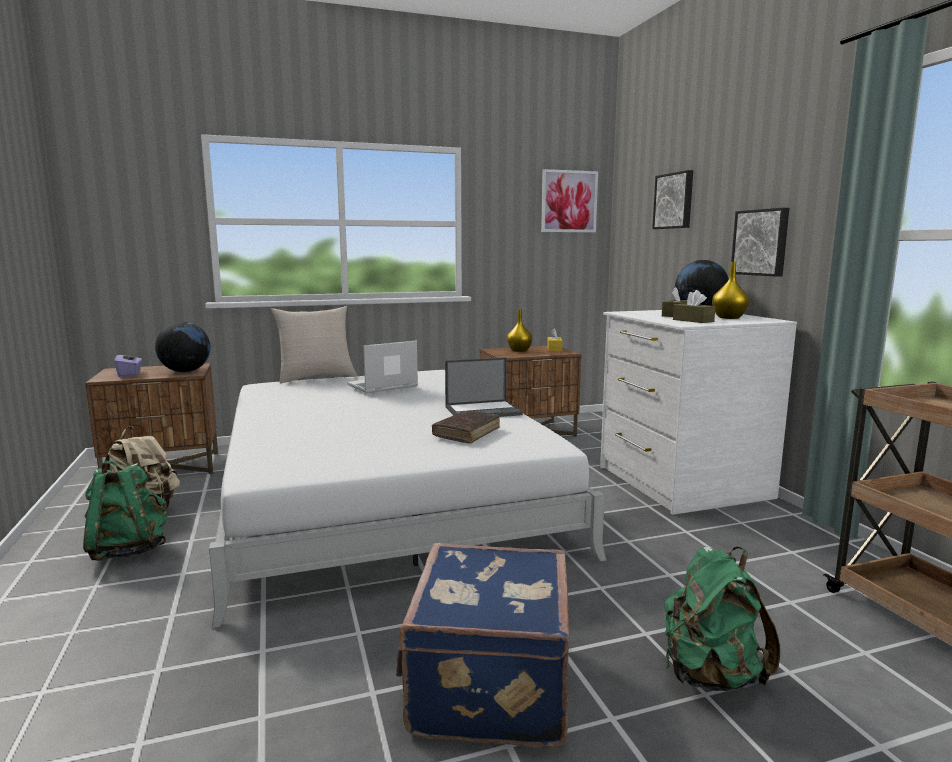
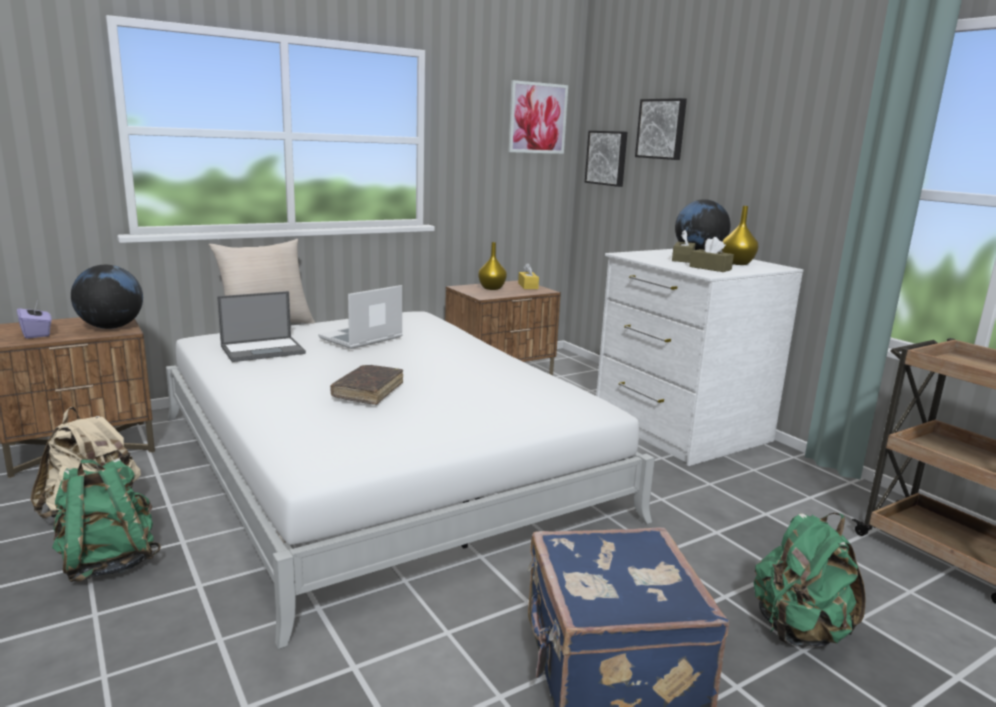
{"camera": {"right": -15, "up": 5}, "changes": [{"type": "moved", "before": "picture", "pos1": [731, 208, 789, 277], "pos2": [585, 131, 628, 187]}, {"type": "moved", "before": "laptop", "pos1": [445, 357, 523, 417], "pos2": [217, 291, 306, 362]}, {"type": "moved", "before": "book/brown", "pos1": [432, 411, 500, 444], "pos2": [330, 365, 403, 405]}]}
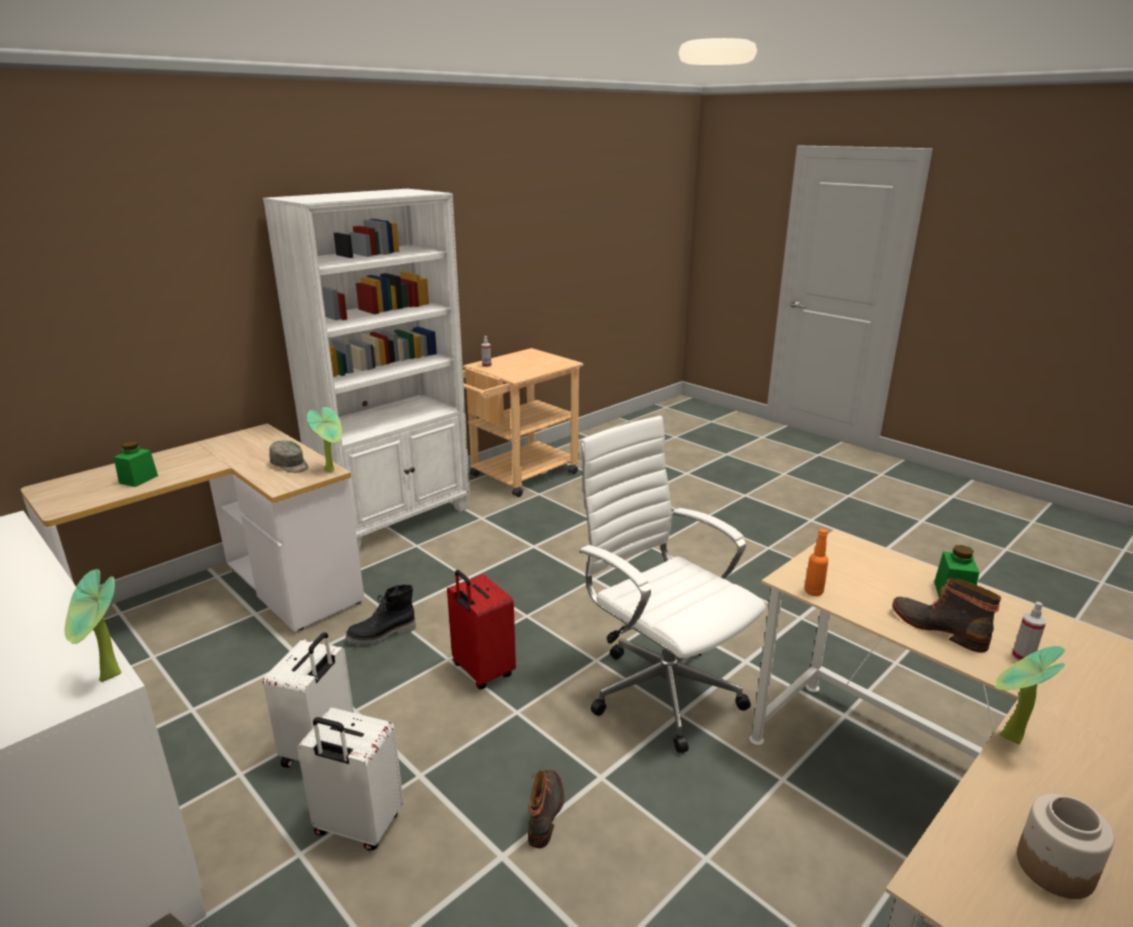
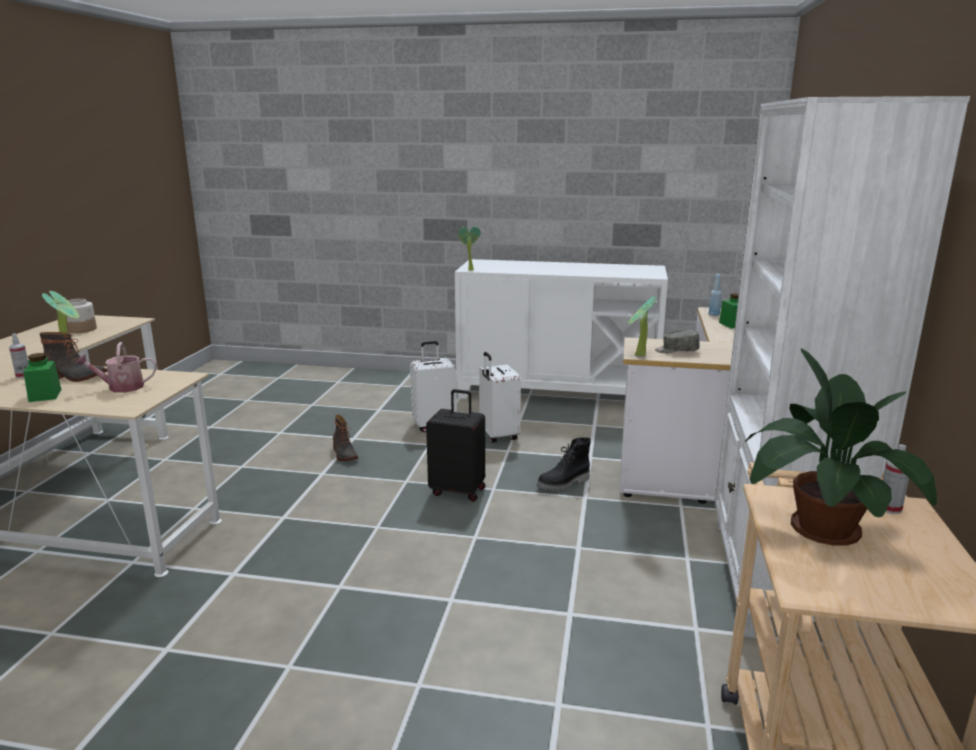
{"camera": {"right": 145, "up": -5}, "changes": [{"type": "removed", "before": "office chair/white", "pos1": [579, 416, 766, 753]}, {"type": "removed", "before": "bottle/orange", "pos1": [804, 528, 828, 596]}, {"type": "recoloured", "before": "suitcase/red", "after": "suitcase/black", "pos1": [447, 570, 516, 689], "pos2": [426, 389, 485, 502]}, {"type": "turned", "before": "boot/black", "pos1": [345, 585, 416, 646], "pos2": [537, 437, 591, 491], "turn": -150}, {"type": "added", "after": "bottle/blue", "pos2": [709, 274, 722, 316]}, {"type": "added", "after": "watering can", "pos2": [75, 342, 157, 393]}, {"type": "added", "after": "potted plant", "pos2": [744, 348, 937, 546]}]}
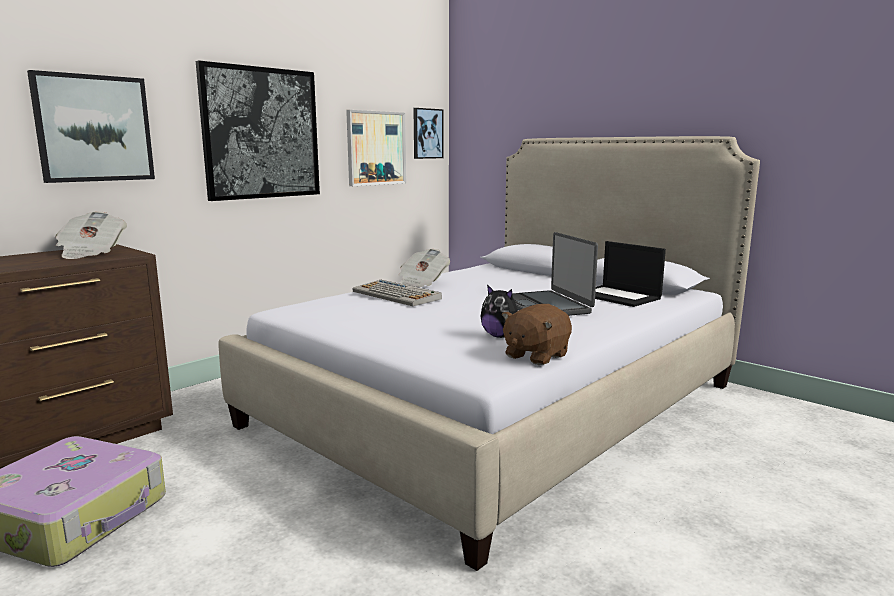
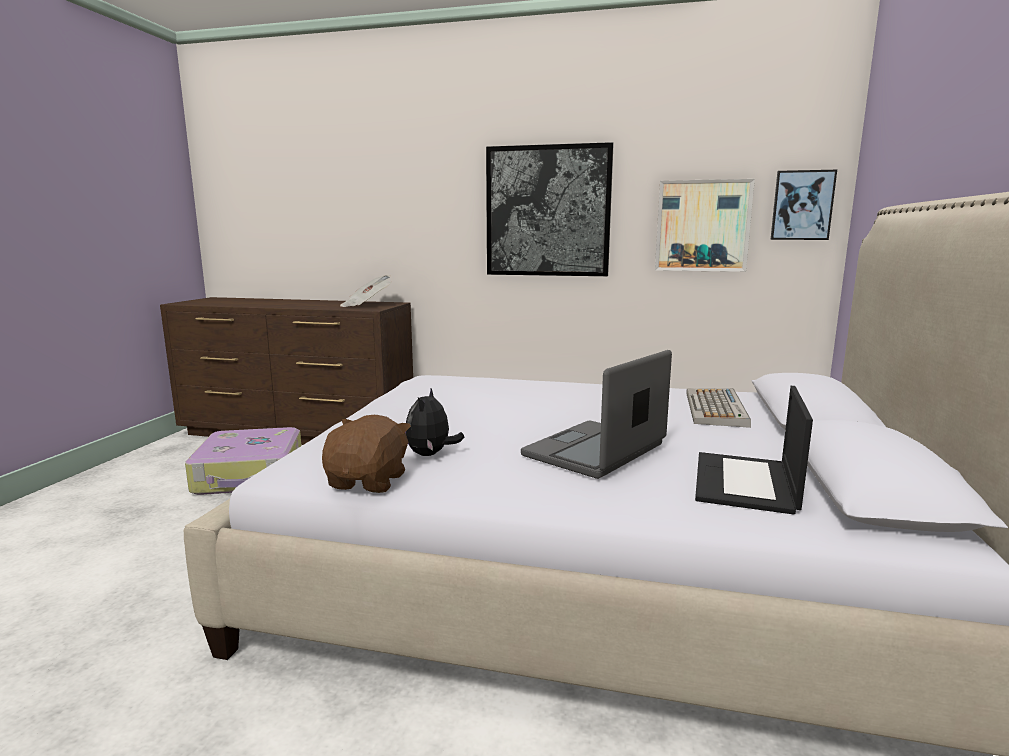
{"camera": {"right": 60, "up": 0}, "changes": [{"type": "removed", "before": "picture", "pos1": [27, 70, 155, 183]}, {"type": "removed", "before": "newspaper", "pos1": [398, 249, 450, 287]}, {"type": "moved", "before": "keyboard", "pos1": [353, 280, 442, 306], "pos2": [686, 388, 751, 428]}, {"type": "turned", "before": "plush toy/brown", "pos1": [502, 304, 572, 365], "pos2": [322, 415, 411, 493], "turn": 90}]}
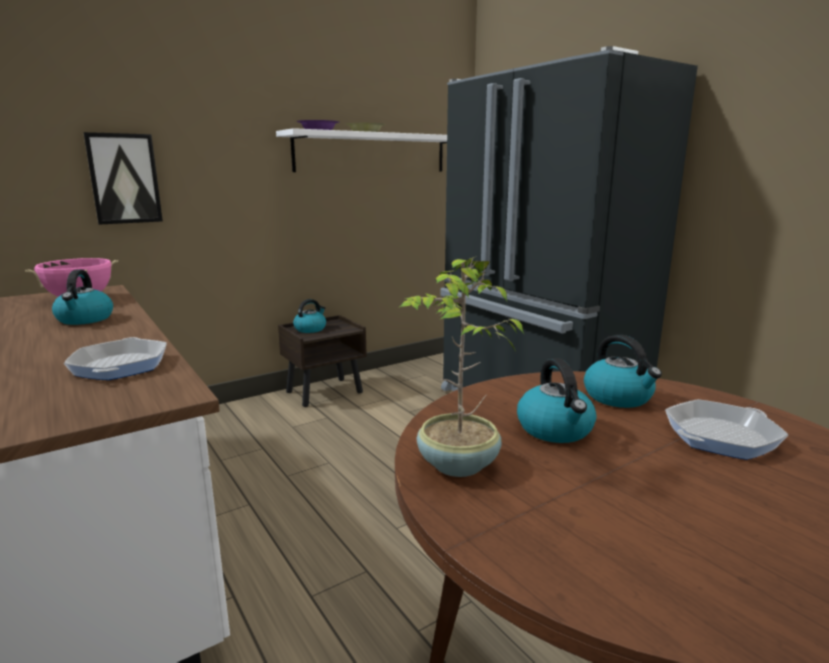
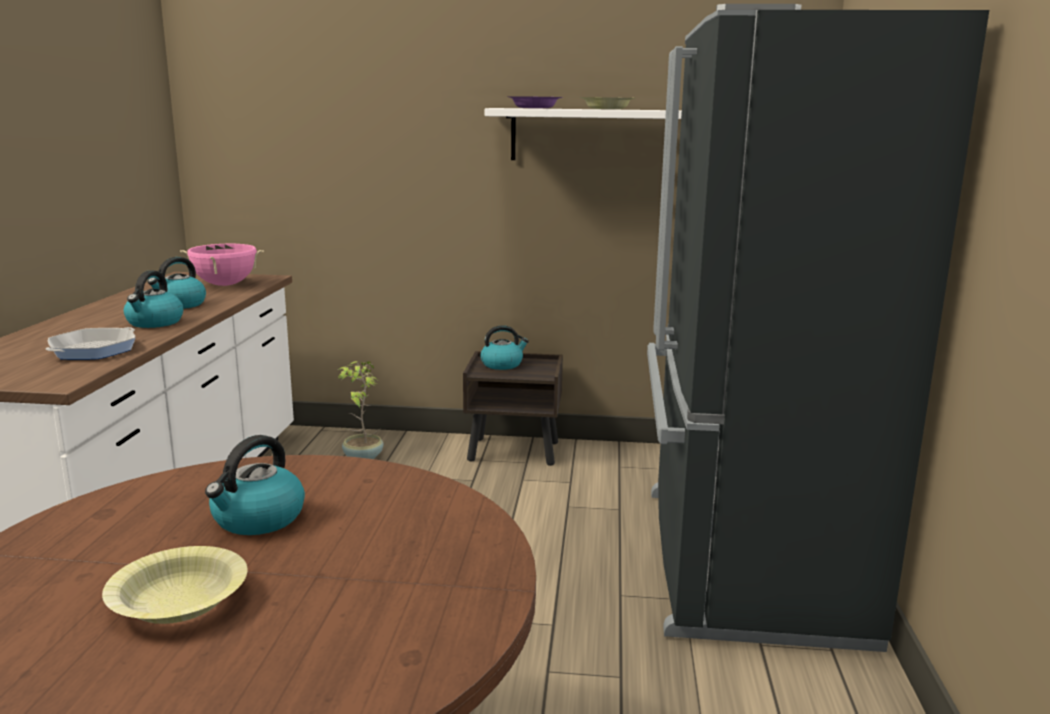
{"camera": {"right": 40, "up": 0}, "changes": [{"type": "removed", "before": "picture", "pos1": [83, 132, 163, 225]}, {"type": "moved", "before": "potted plant", "pos1": [398, 256, 524, 477], "pos2": [338, 361, 384, 459]}, {"type": "moved", "before": "kettle", "pos1": [584, 335, 662, 408], "pos2": [124, 270, 184, 328]}, {"type": "removed", "before": "frying pan", "pos1": [665, 399, 788, 460]}, {"type": "added", "after": "bowl/yellow", "pos2": [102, 546, 248, 624]}]}
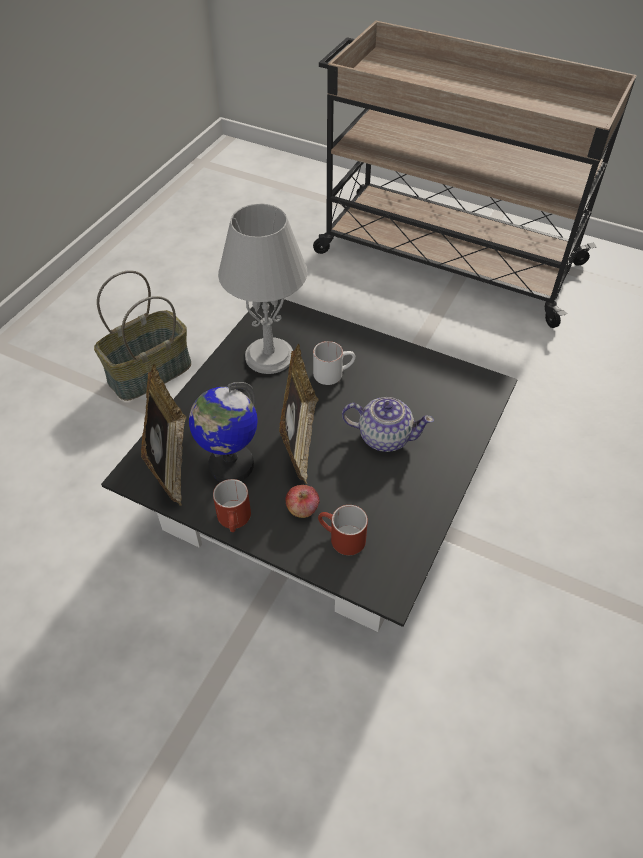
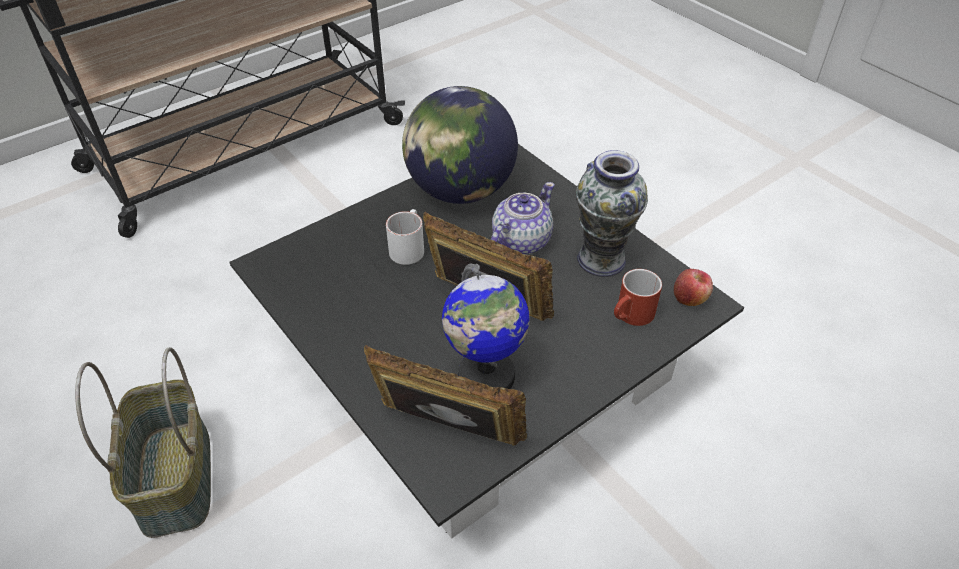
{"camera": {"right": -65, "up": -5}, "changes": [{"type": "removed", "before": "table lamp/grey", "pos1": [218, 204, 307, 374]}, {"type": "removed", "before": "mug/red", "pos1": [213, 479, 251, 532]}, {"type": "moved", "before": "apple", "pos1": [286, 485, 320, 518], "pos2": [674, 269, 713, 306]}, {"type": "added", "after": "globe", "pos2": [402, 86, 518, 204]}, {"type": "added", "after": "vase", "pos2": [576, 150, 648, 277]}]}
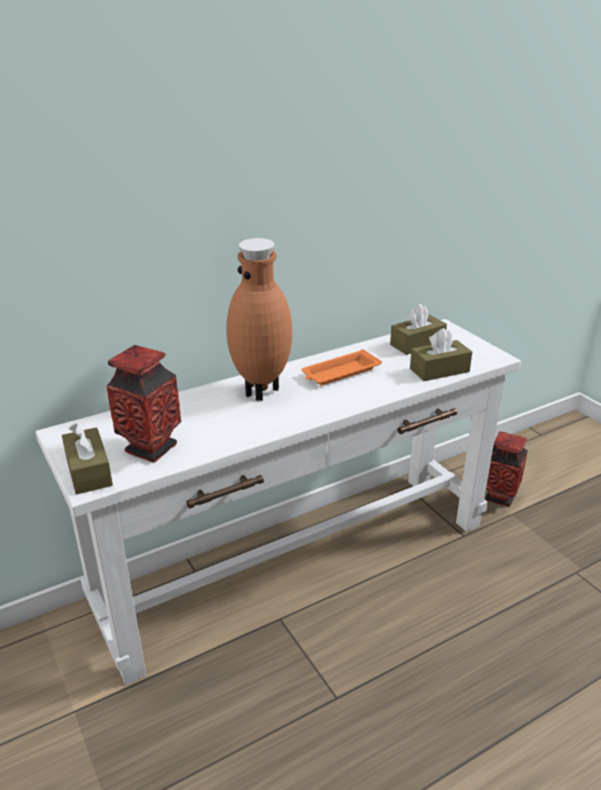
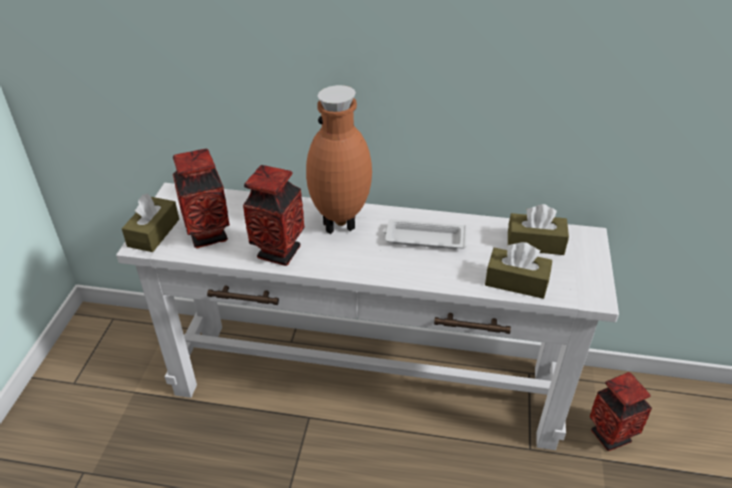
{"camera": {"right": 40, "up": 10}, "changes": [{"type": "recoloured", "before": "tray/orange", "after": "tray/white", "pos1": [301, 349, 382, 385], "pos2": [383, 219, 467, 249]}, {"type": "added", "after": "vase", "pos2": [243, 165, 305, 266]}]}
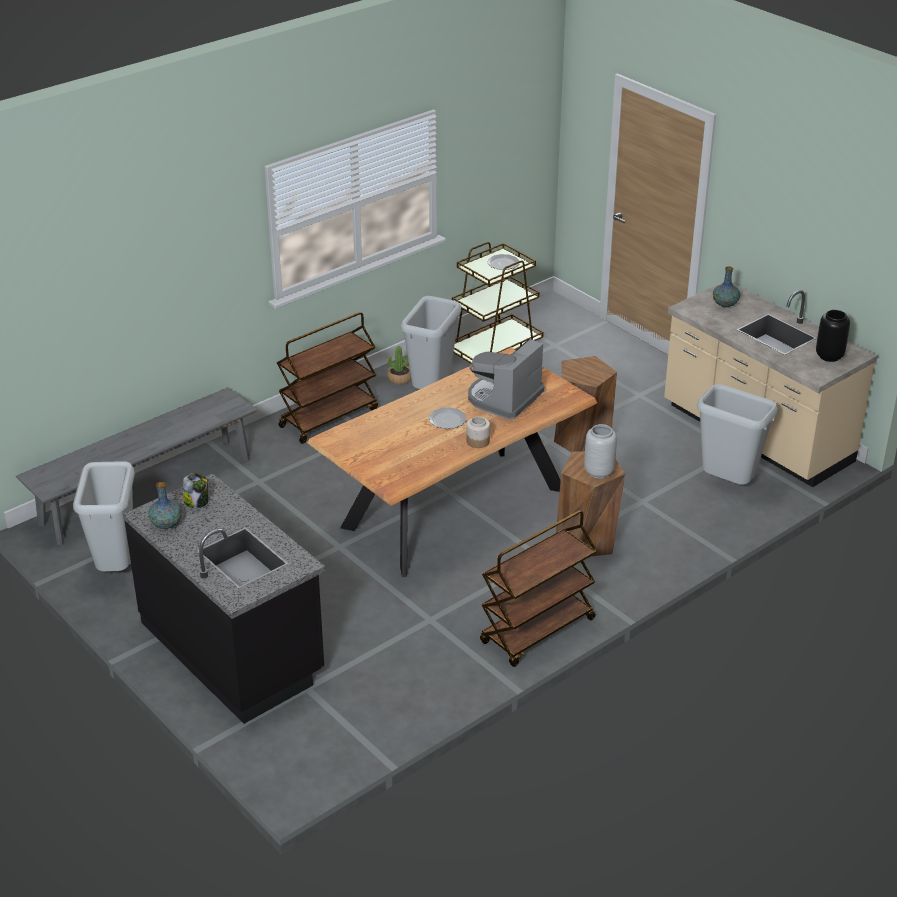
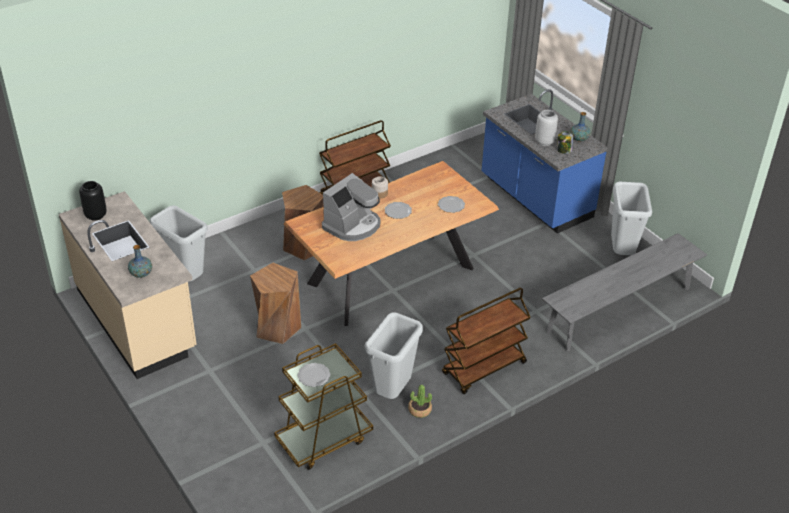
{"camera": {"right": -175, "up": 5}, "changes": [{"type": "moved", "before": "vase/grey", "pos1": [584, 424, 617, 478], "pos2": [535, 110, 558, 146]}, {"type": "recoloured", "before": "counter/black", "after": "counter/blue", "pos1": [123, 474, 325, 724], "pos2": [482, 89, 608, 234]}, {"type": "added", "after": "plate", "pos2": [438, 196, 465, 213]}]}
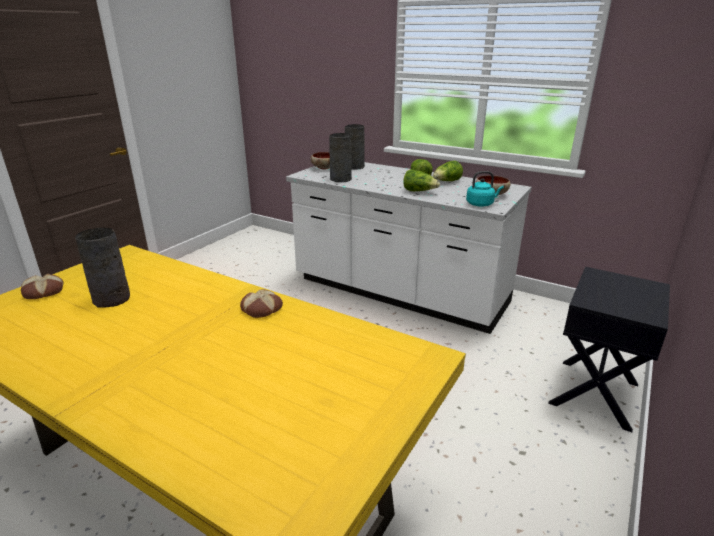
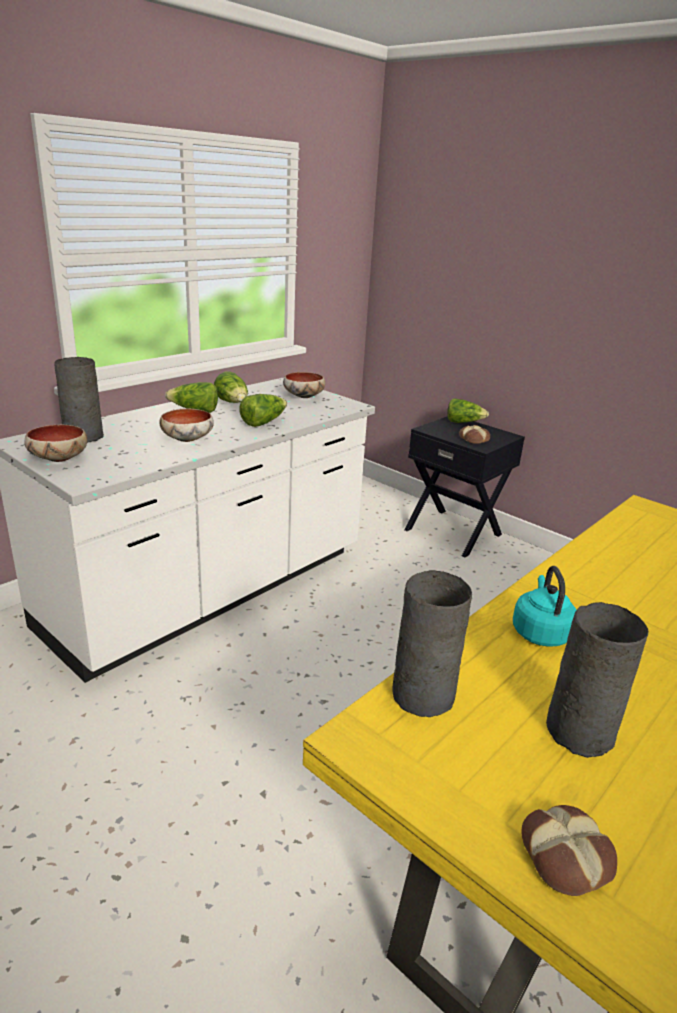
{"camera": {"right": -80, "up": 0}, "changes": [{"type": "moved", "before": "vase/grey", "pos1": [329, 133, 352, 182], "pos2": [393, 570, 472, 717]}, {"type": "moved", "before": "kettle/turquoise", "pos1": [466, 171, 504, 207], "pos2": [513, 566, 577, 647]}, {"type": "moved", "before": "bread", "pos1": [240, 289, 283, 318], "pos2": [459, 425, 490, 444]}, {"type": "added", "after": "lettuce", "pos2": [447, 398, 489, 423]}, {"type": "added", "after": "bowl", "pos2": [159, 408, 214, 442]}]}
